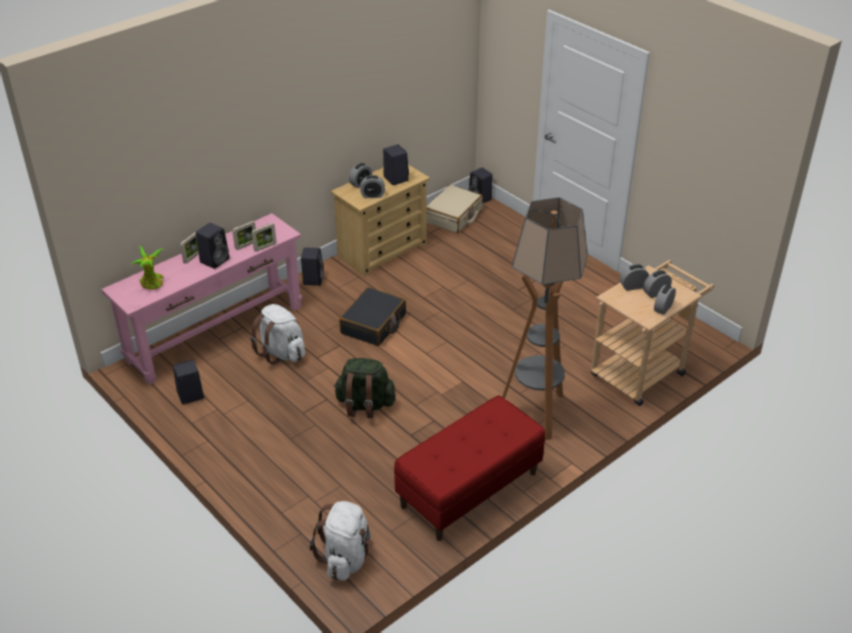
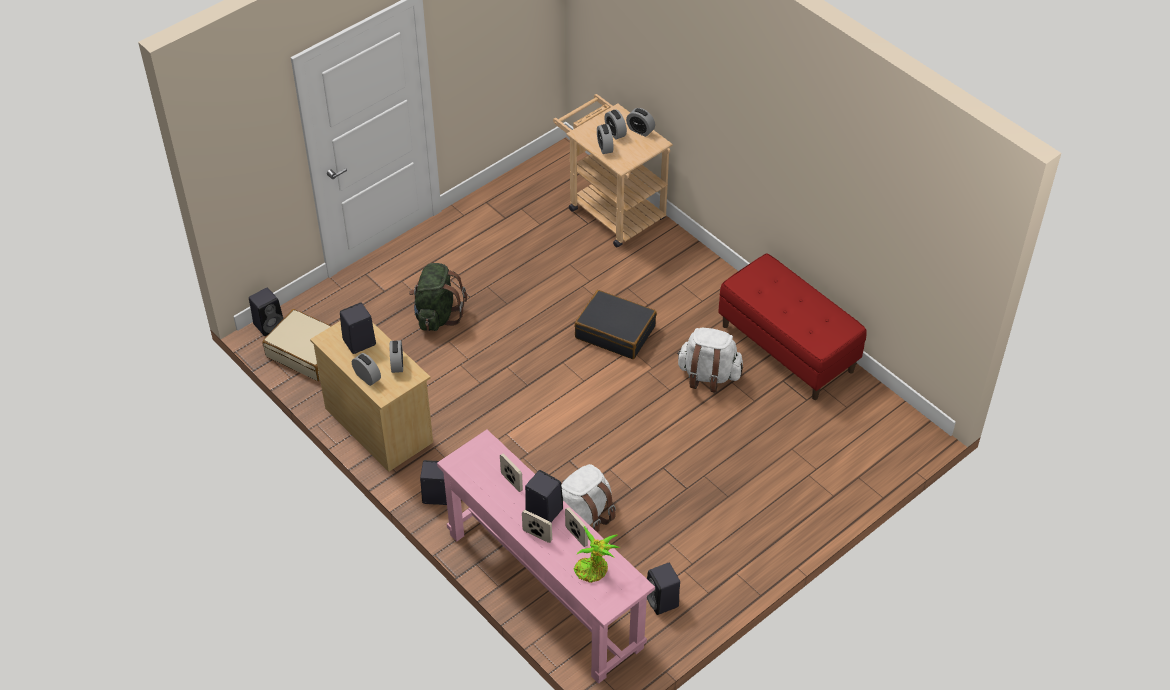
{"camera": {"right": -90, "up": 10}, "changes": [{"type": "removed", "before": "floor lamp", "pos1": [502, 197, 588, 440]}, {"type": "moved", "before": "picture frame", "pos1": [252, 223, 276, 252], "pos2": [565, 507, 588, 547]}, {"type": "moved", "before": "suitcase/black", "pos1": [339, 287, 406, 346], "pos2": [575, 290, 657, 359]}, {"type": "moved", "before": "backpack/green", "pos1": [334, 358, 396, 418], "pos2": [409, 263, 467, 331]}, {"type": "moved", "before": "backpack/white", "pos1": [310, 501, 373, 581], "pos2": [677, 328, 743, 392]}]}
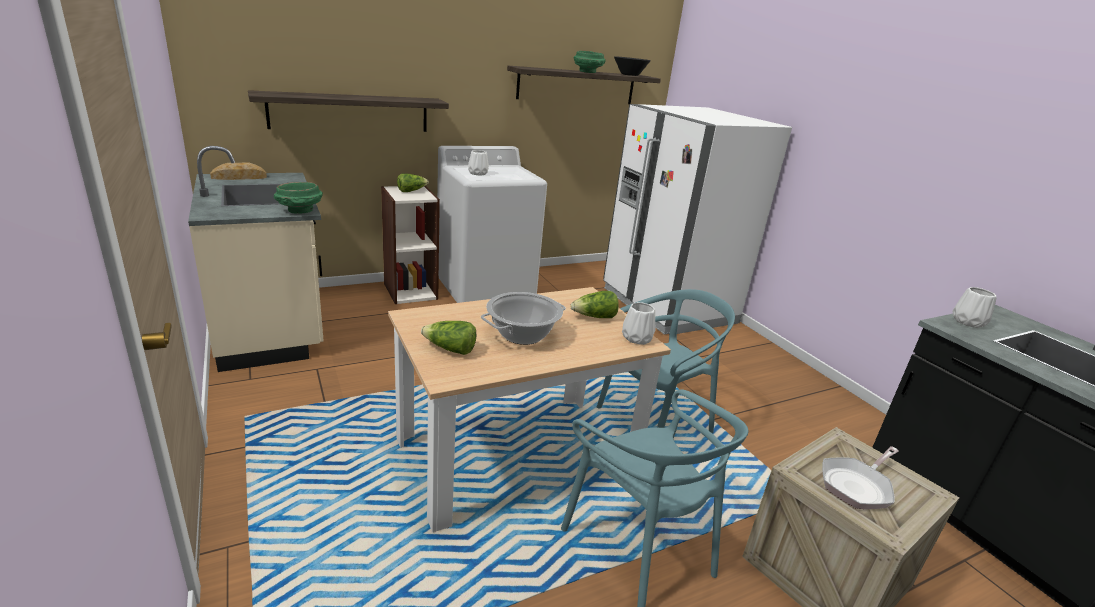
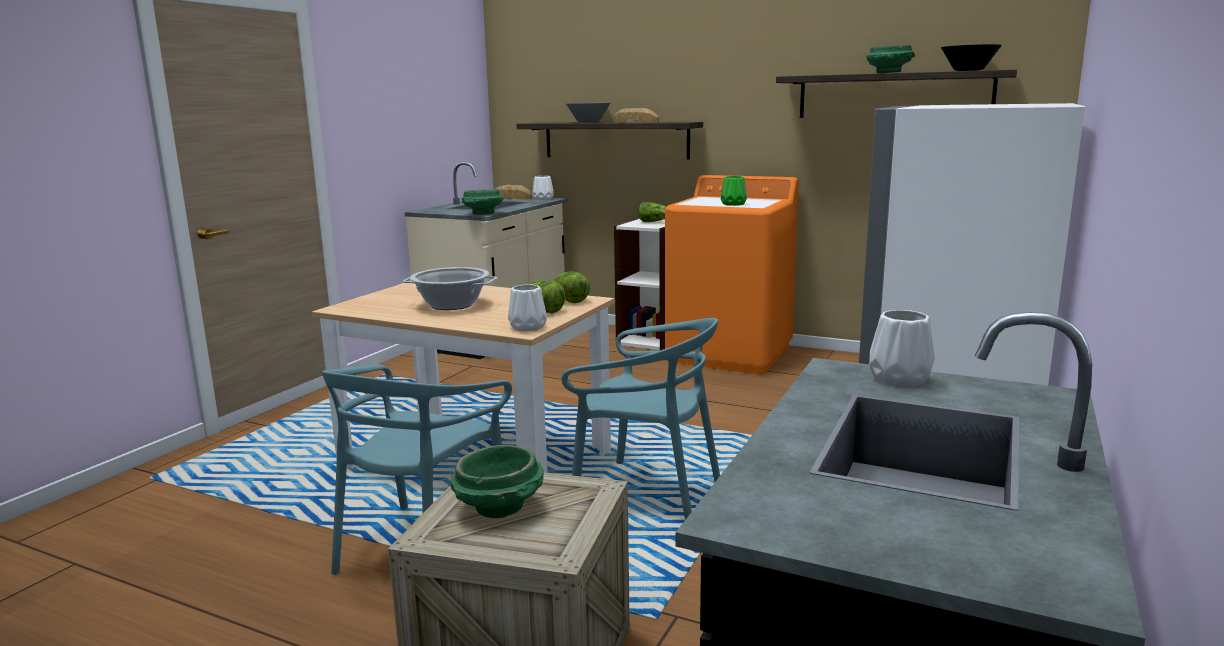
{"camera": {"right": 55, "up": -10}, "changes": [{"type": "recoloured", "before": "washing machine/white", "after": "washing machine/orange", "pos1": [437, 146, 547, 303], "pos2": [665, 175, 799, 375]}, {"type": "moved", "before": "vase/white", "pos1": [468, 150, 489, 176], "pos2": [533, 176, 554, 200]}, {"type": "moved", "before": "lettuce", "pos1": [421, 321, 476, 355], "pos2": [554, 271, 590, 303]}, {"type": "replaced", "before": "frying pan", "after": "bowl/green", "pos1": [822, 446, 899, 509], "pos2": [451, 445, 544, 518]}, {"type": "added", "after": "bowl/grey", "pos2": [566, 103, 610, 123]}, {"type": "added", "after": "bread", "pos2": [613, 108, 659, 123]}, {"type": "added", "after": "vase/green", "pos2": [721, 176, 747, 206]}]}
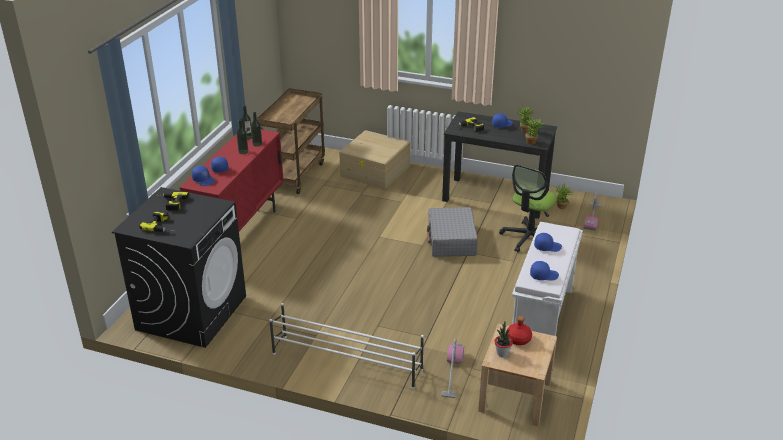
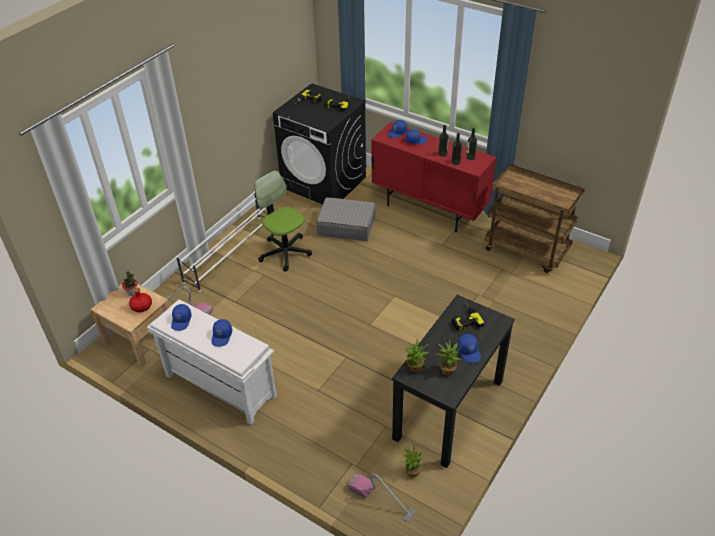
{"camera": {"right": 105, "up": 10}, "changes": [{"type": "removed", "before": "storage box/beige", "pos1": [339, 130, 411, 189]}, {"type": "moved", "before": "office chair", "pos1": [499, 164, 557, 252], "pos2": [254, 170, 312, 271]}, {"type": "moved", "before": "suitcase/grey", "pos1": [427, 207, 478, 257], "pos2": [316, 197, 376, 241]}]}
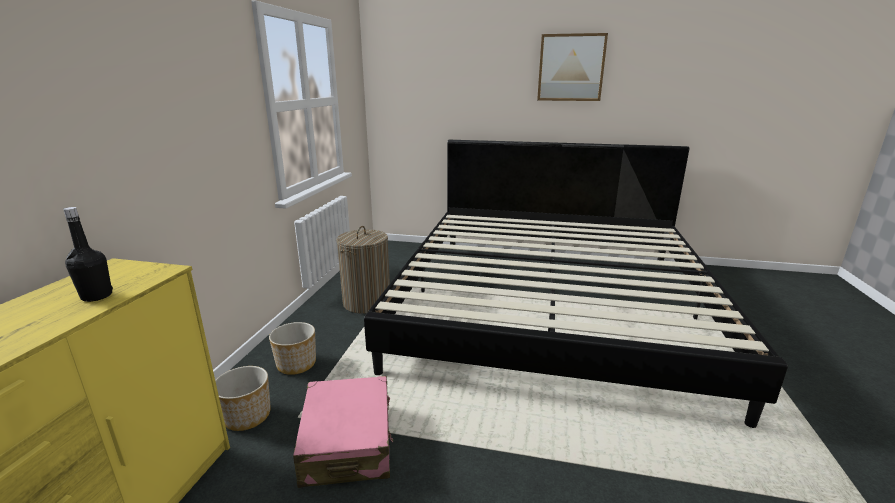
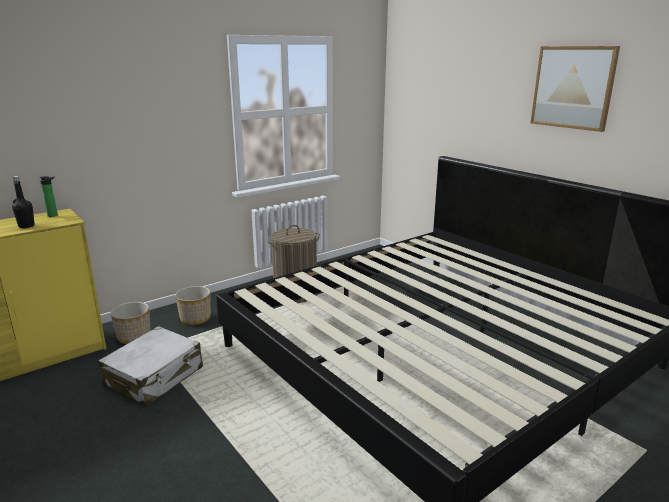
{"camera": {"right": 40, "up": 0}, "changes": [{"type": "recoloured", "before": "suitcase/pink", "after": "suitcase/white", "pos1": [293, 376, 393, 488], "pos2": [98, 326, 203, 407]}, {"type": "added", "after": "bottle", "pos2": [39, 176, 58, 217]}]}
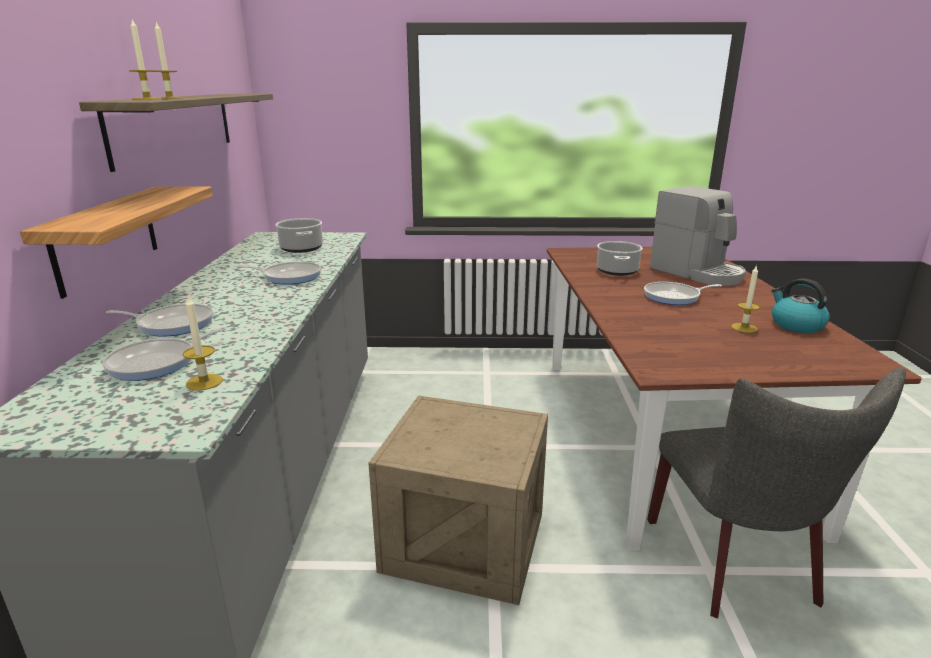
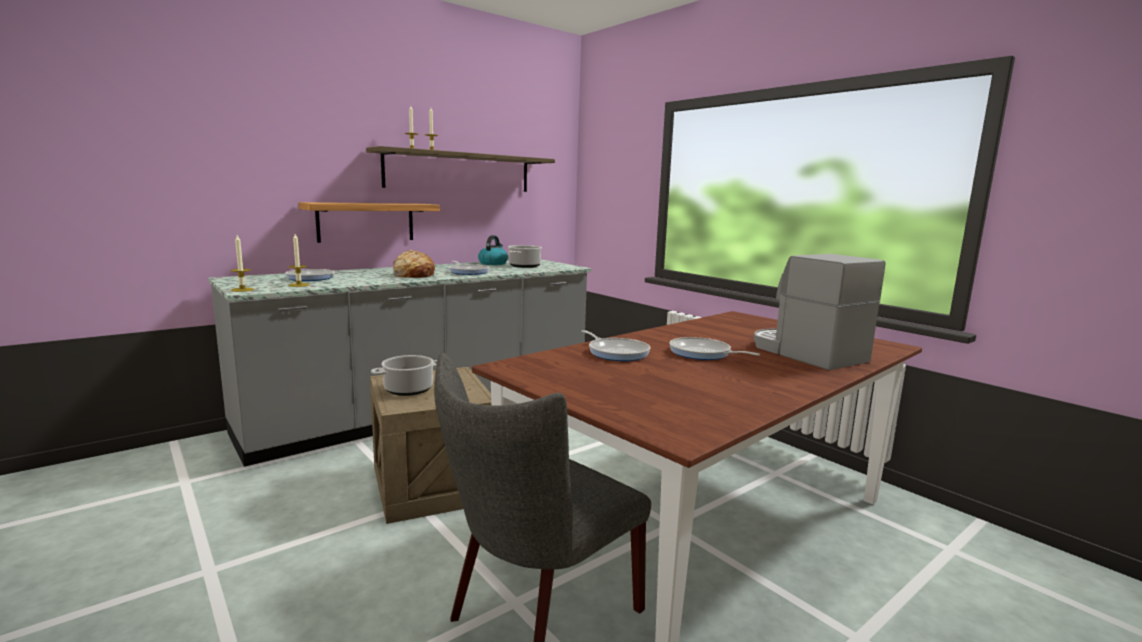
{"camera": {"right": 50, "up": -10}, "changes": [{"type": "turned", "before": "coffee machine", "pos1": [650, 186, 746, 286], "pos2": [754, 254, 885, 370], "turn": 135}, {"type": "moved", "before": "cooking pot", "pos1": [597, 241, 643, 276], "pos2": [371, 355, 437, 396]}, {"type": "moved", "before": "candle", "pos1": [731, 265, 760, 333], "pos2": [231, 235, 254, 292]}, {"type": "moved", "before": "kettle", "pos1": [771, 278, 830, 333], "pos2": [478, 235, 508, 265]}, {"type": "moved", "before": "frying pan", "pos1": [106, 304, 213, 337], "pos2": [581, 330, 651, 361]}, {"type": "added", "after": "bread", "pos2": [393, 250, 435, 278]}]}
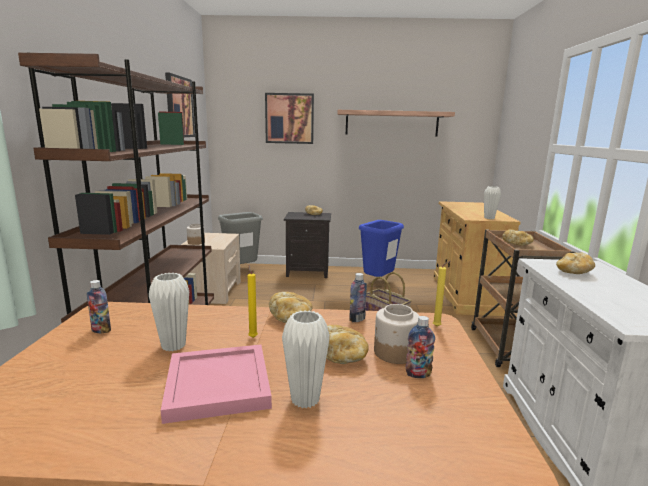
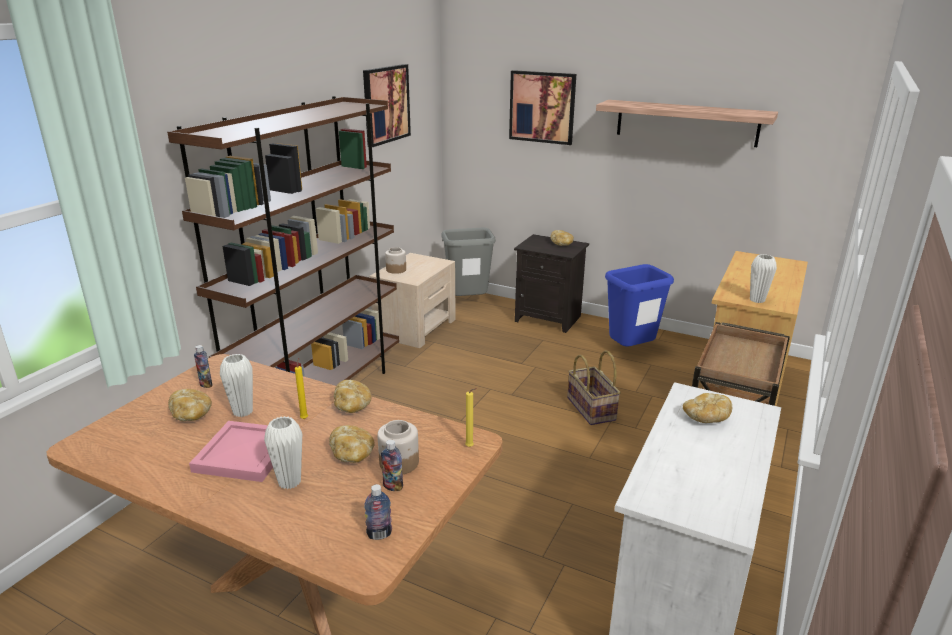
{"camera": {"right": 25, "up": 10}, "changes": [{"type": "moved", "before": "bread", "pos1": [502, 229, 534, 246], "pos2": [168, 389, 212, 421]}, {"type": "moved", "before": "bottle", "pos1": [349, 273, 367, 322], "pos2": [364, 484, 392, 540]}]}
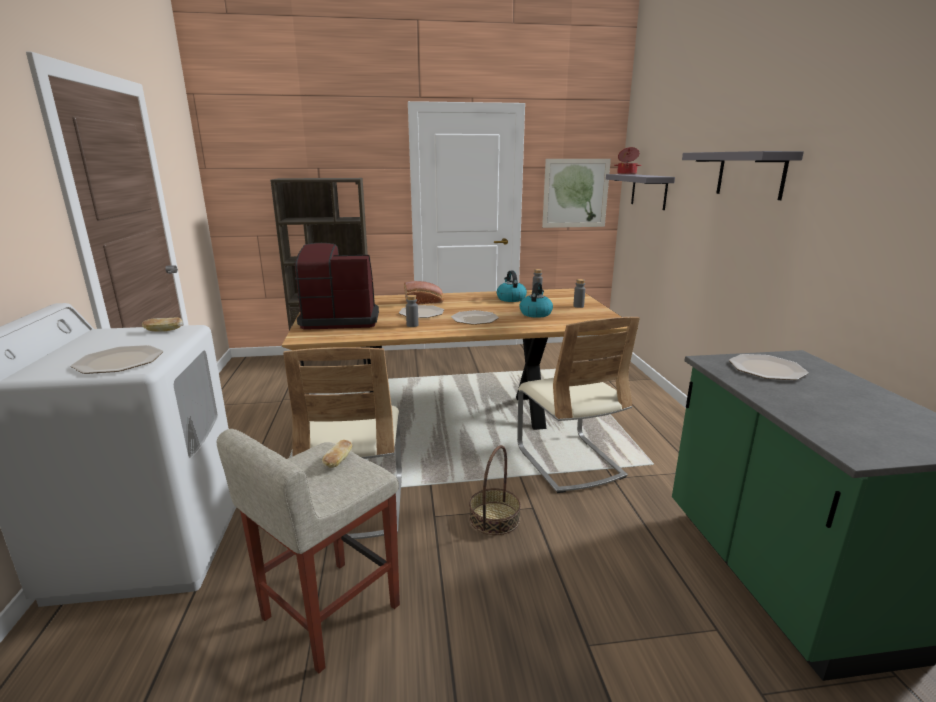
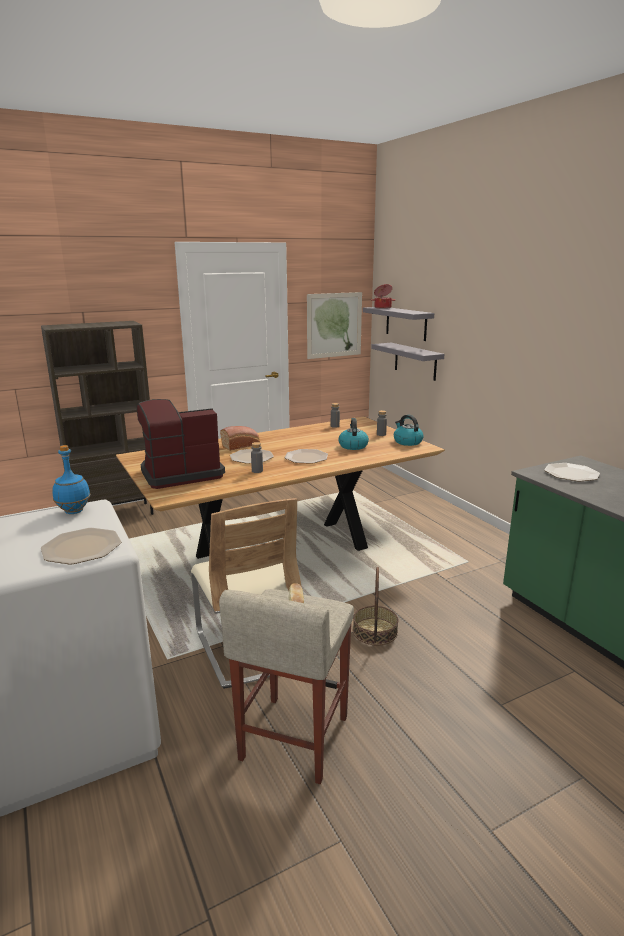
{"camera": {"right": -20, "up": 0}, "changes": [{"type": "moved", "before": "shelf/grey", "pos1": [682, 151, 804, 200], "pos2": [371, 343, 444, 381]}, {"type": "moved", "before": "kettle", "pos1": [497, 271, 527, 302], "pos2": [394, 415, 424, 446]}, {"type": "replaced", "before": "bread", "after": "bottle/blue", "pos1": [142, 317, 183, 332], "pos2": [52, 445, 90, 514]}, {"type": "removed", "before": "chair/beige", "pos1": [517, 317, 640, 493]}]}
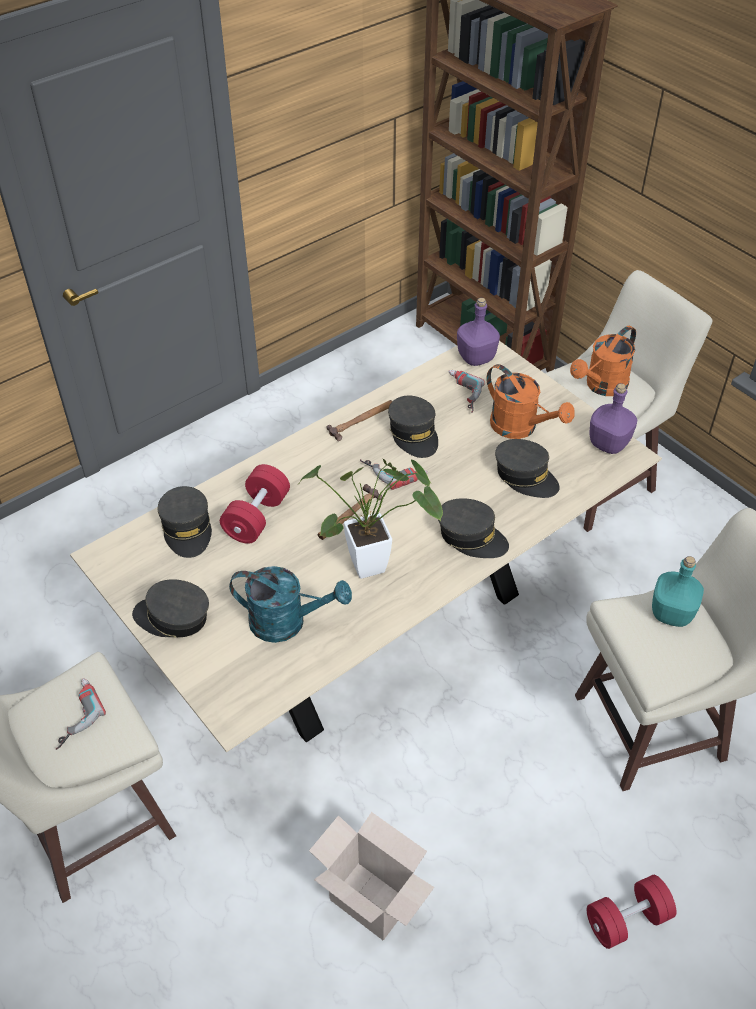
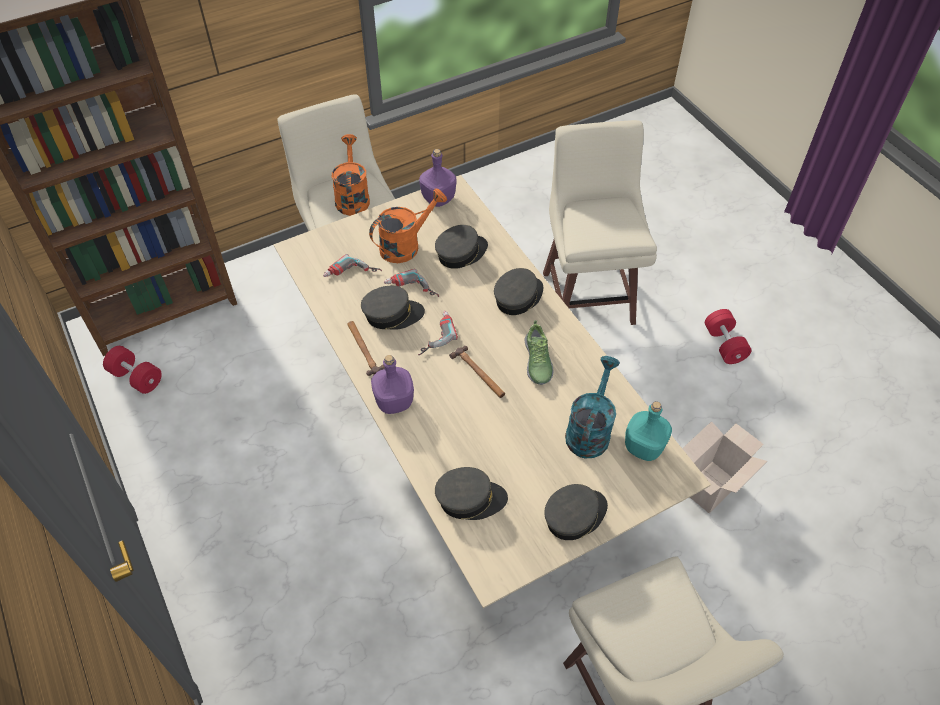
{"camera": {"right": -80, "up": 5}, "changes": [{"type": "moved", "before": "bottle/purple", "pos1": [457, 298, 500, 366], "pos2": [371, 355, 414, 414]}, {"type": "turned", "before": "watering can/orange", "pos1": [570, 326, 636, 396], "pos2": [332, 134, 370, 216], "turn": -150}, {"type": "replaced", "before": "potted plant", "after": "shoe", "pos1": [298, 458, 443, 579], "pos2": [524, 320, 554, 385]}, {"type": "moved", "before": "dumbbell/red", "pos1": [220, 464, 290, 544], "pos2": [103, 346, 162, 394]}, {"type": "moved", "before": "bottle/turquoise", "pos1": [652, 556, 704, 627], "pos2": [625, 401, 672, 461]}, {"type": "turned", "before": "cap/grey", "pos1": [132, 579, 209, 638], "pos2": [544, 484, 608, 540], "turn": -150}, {"type": "moved", "before": "power drill", "pos1": [56, 678, 106, 750], "pos2": [384, 269, 439, 297]}]}
